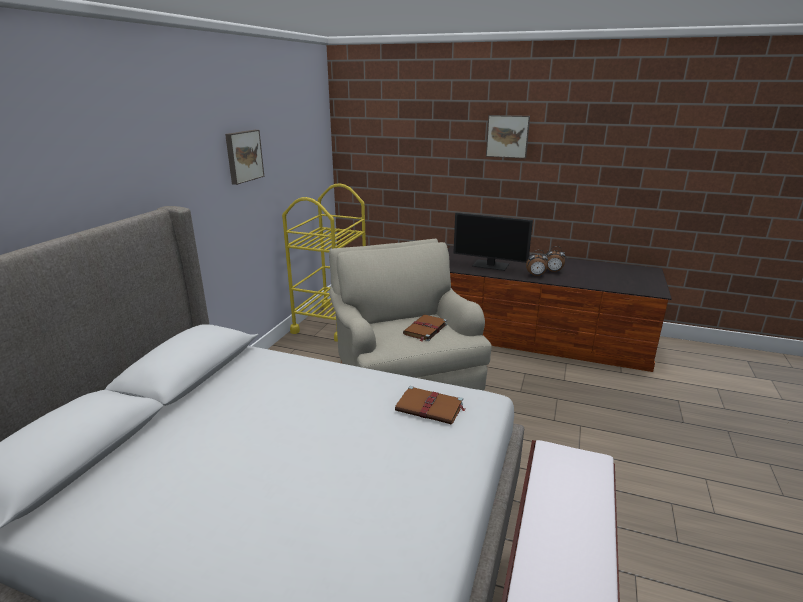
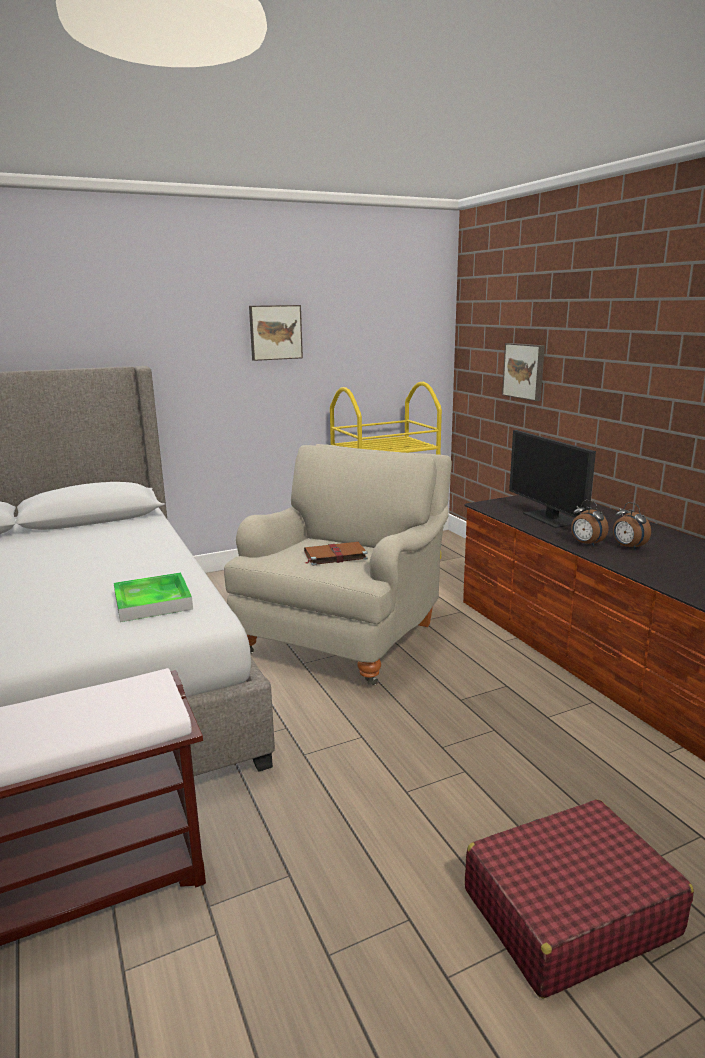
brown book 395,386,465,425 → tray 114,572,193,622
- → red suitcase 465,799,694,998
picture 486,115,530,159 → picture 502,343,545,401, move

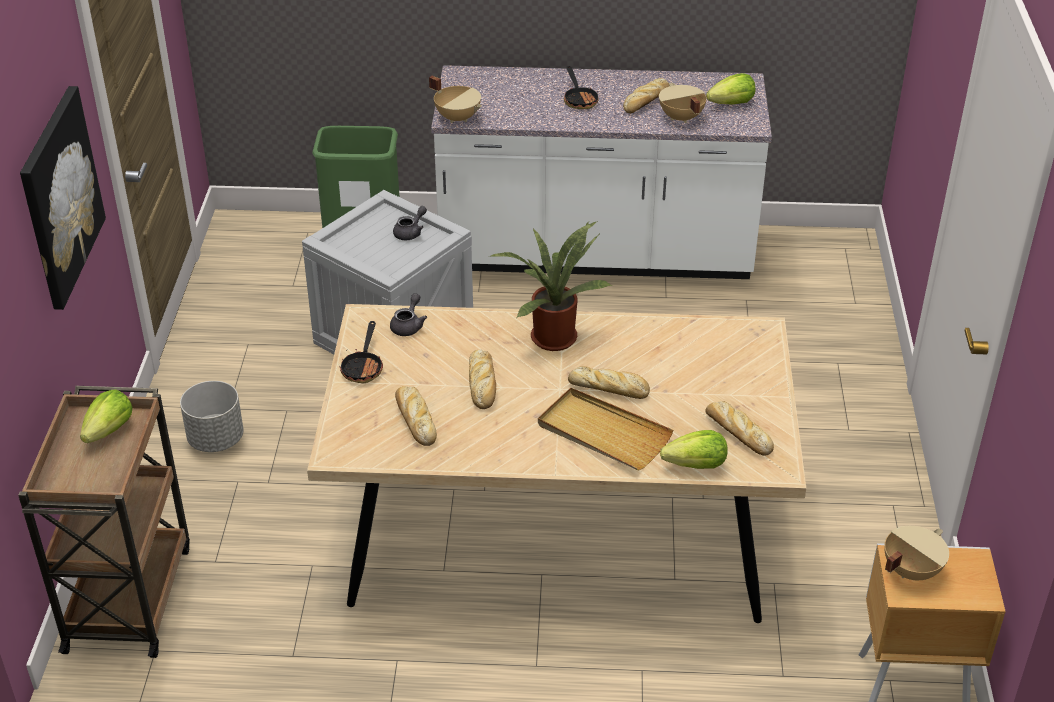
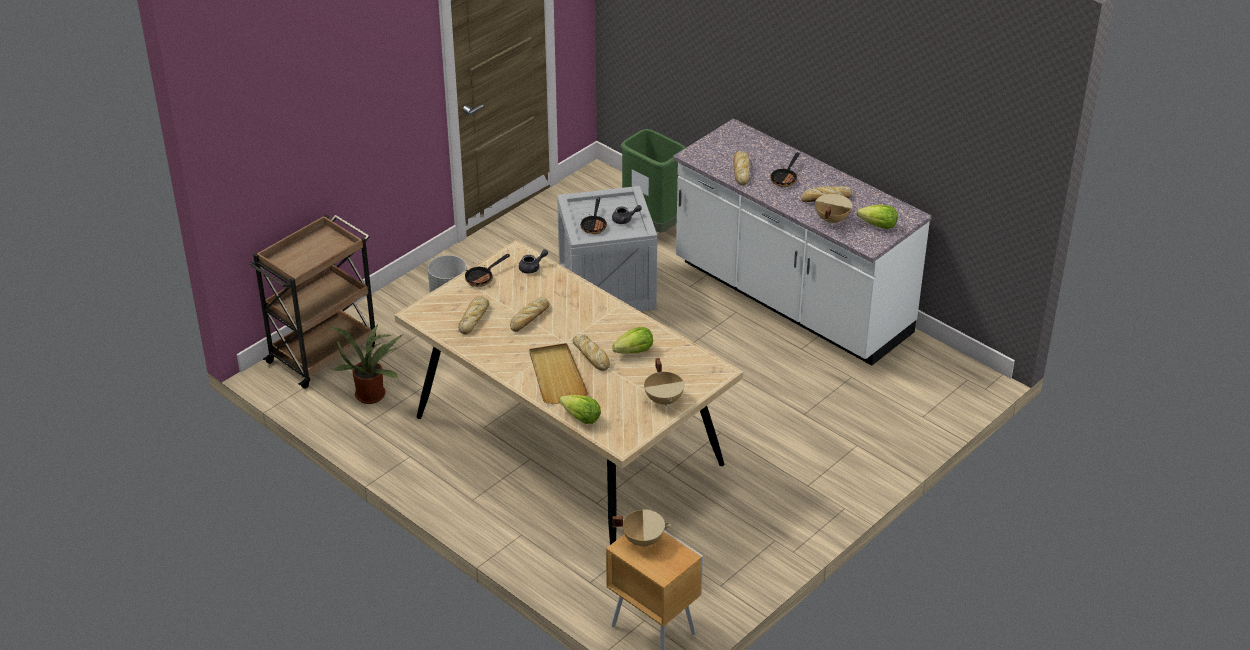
potted plant 490,221,612,351 → potted plant 329,323,404,404, move
- → frying pan 580,197,607,234
lettuce 80,389,133,443 → lettuce 612,327,653,354, move
beige cooking pot 429,76,482,123 → beige cooking pot 644,358,685,406, move
bread 705,401,774,456 → bread 734,151,750,185, move
picture 20,86,106,310 → -

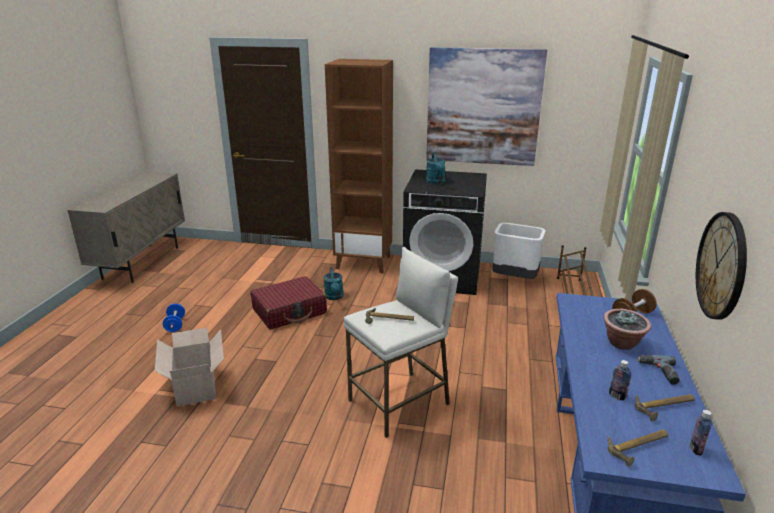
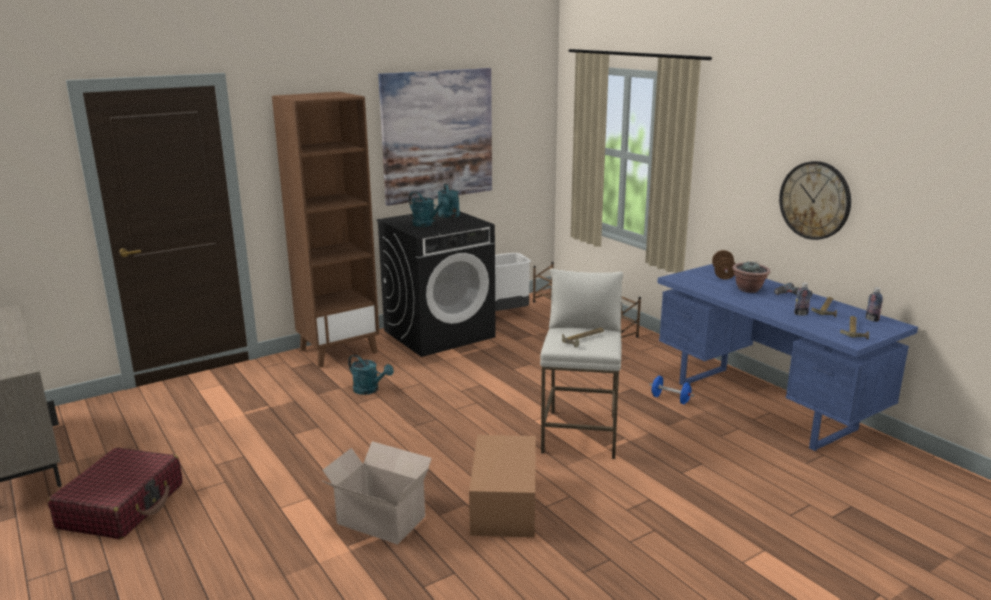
red suitcase 250,276,327,329 → red suitcase 48,448,183,539, move
- → turquoise watering can 438,183,460,218
- → cardboard box 469,435,536,537
blue dumbbell 163,304,185,332 → blue dumbbell 649,376,694,404, move

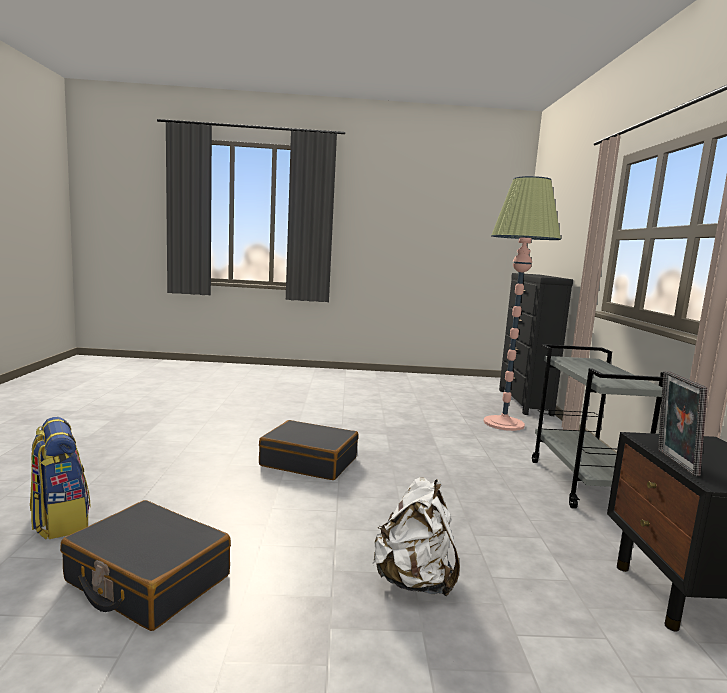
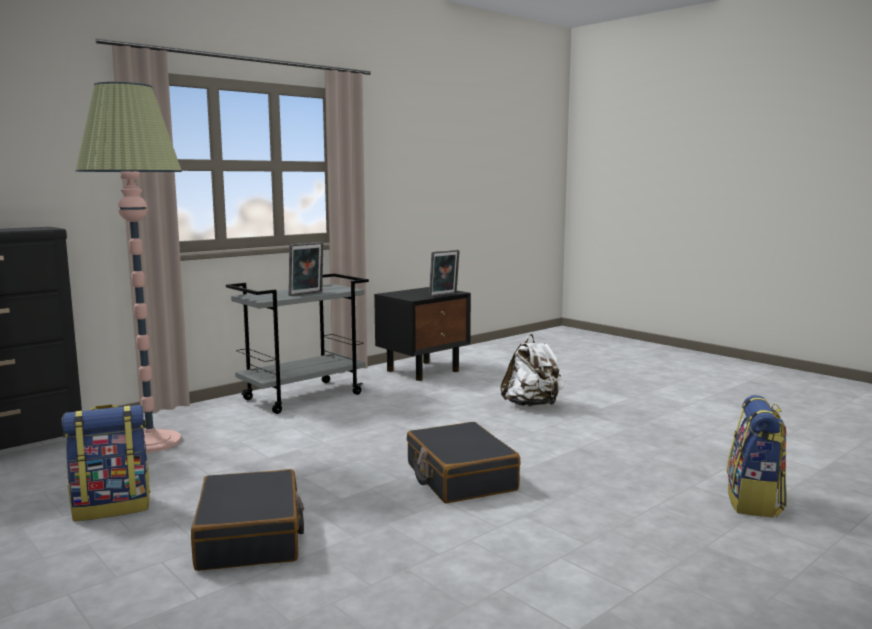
- → backpack 62,404,150,521
black suitcase 60,500,231,631 → black suitcase 191,469,304,571, move
- → picture frame 288,242,324,296

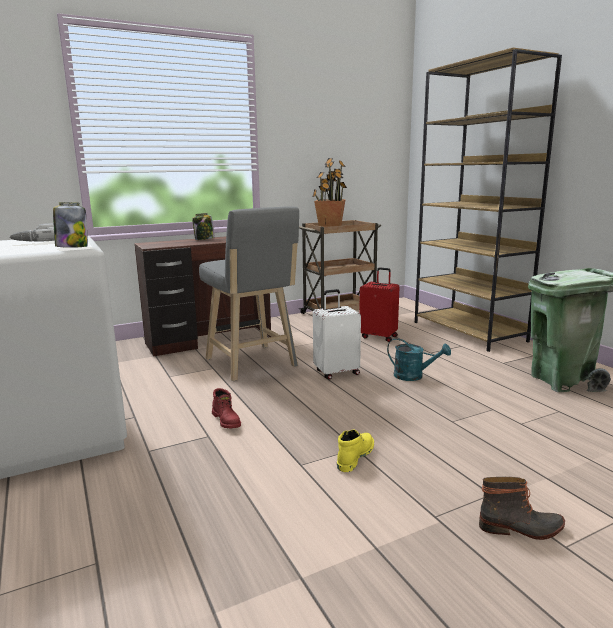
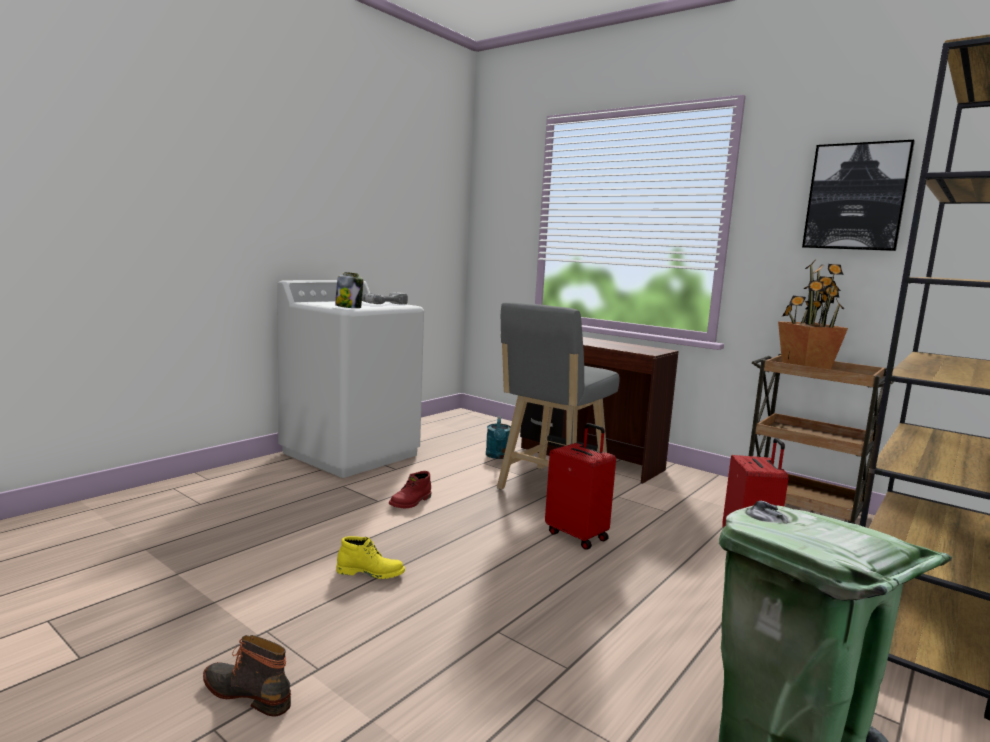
boot 479,477,565,540 → boot 203,635,291,716, 135 degrees clockwise
turquoise watering can 387,338,451,381 → turquoise watering can 486,416,511,459, move
white suitcase 313,289,361,380 → red suitcase 545,423,616,550
- → picture 802,140,915,251
jar 192,213,215,240 → -

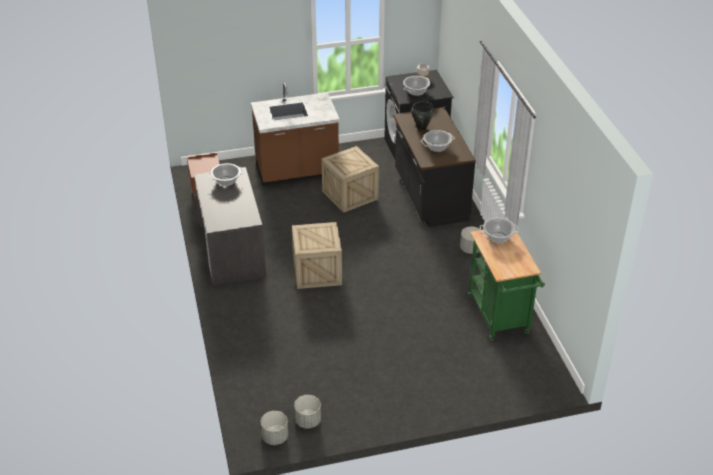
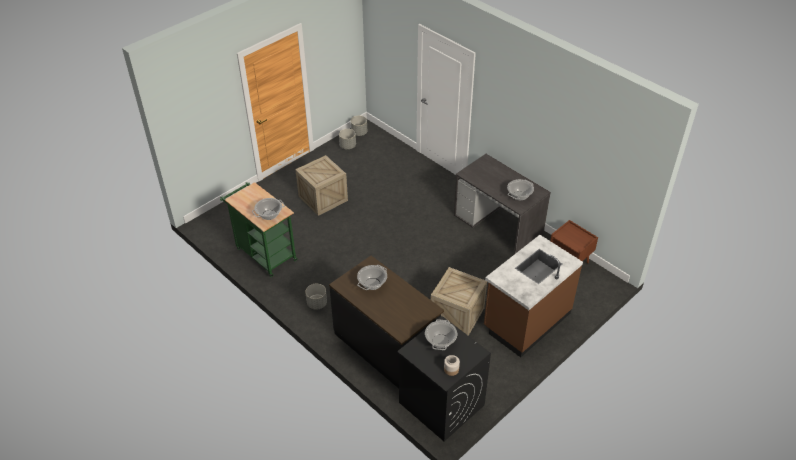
crate 292,222,342,289 → crate 295,155,348,216, move
black cooking pot 411,101,434,130 → -

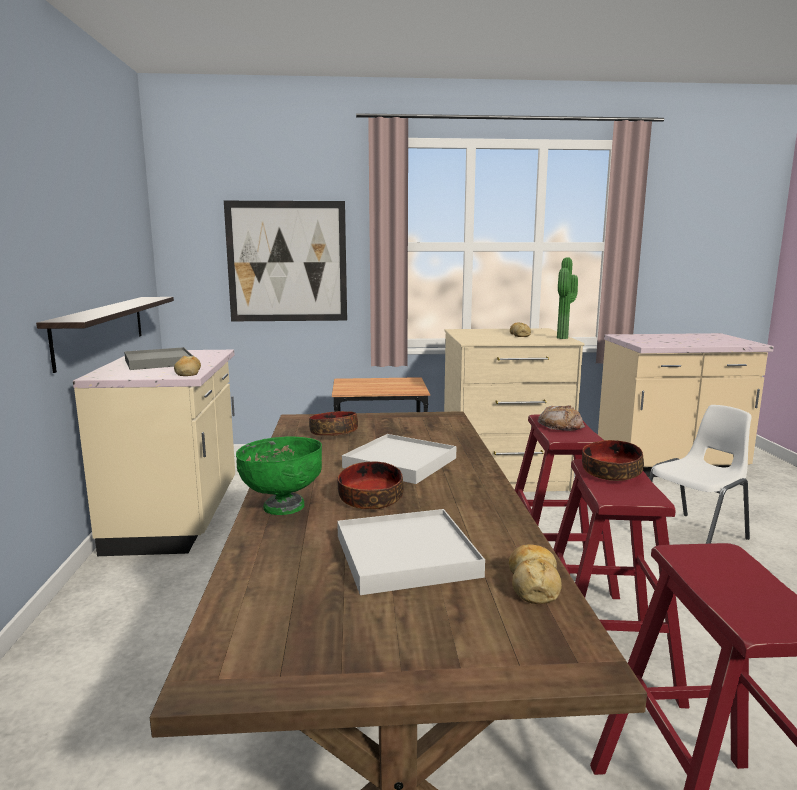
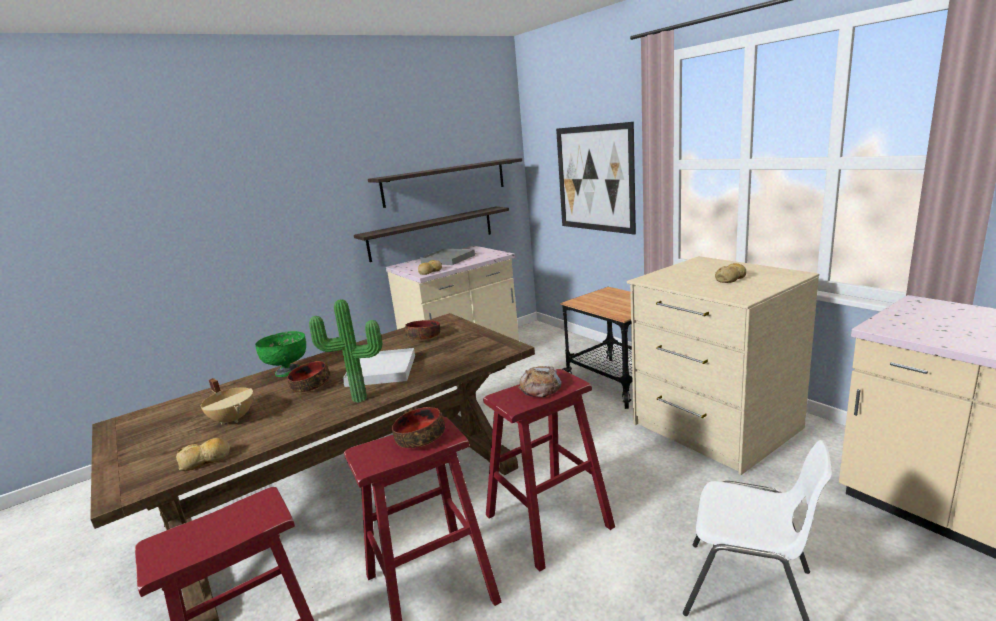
white tray 337,509,485,595 → beige cooking pot 201,378,253,425
potted plant 557,257,578,339 → potted plant 309,299,382,403, move
- → shelf 368,158,522,208

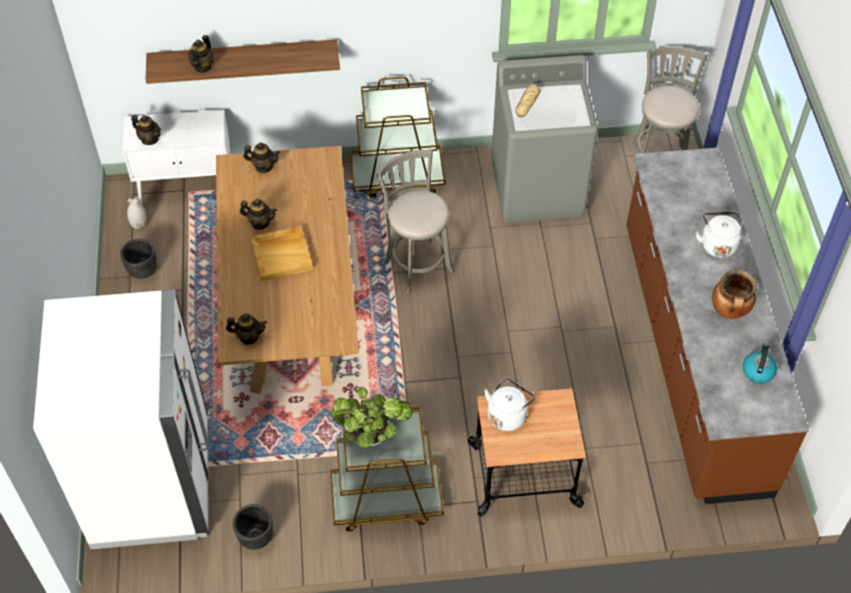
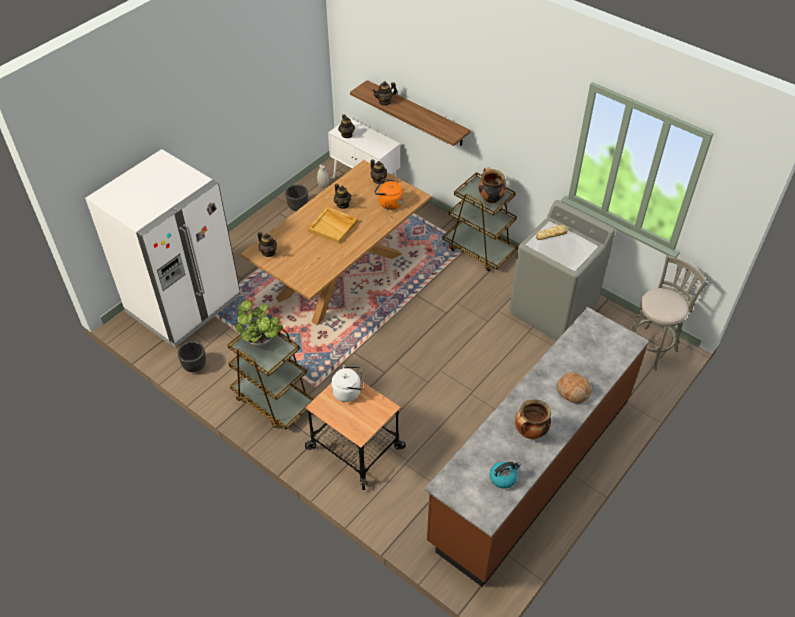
- → orange kettle 374,179,403,210
- → cooking pot 479,167,506,204
white kettle 696,212,742,258 → bread 556,372,592,403
grey stool 377,150,454,295 → -

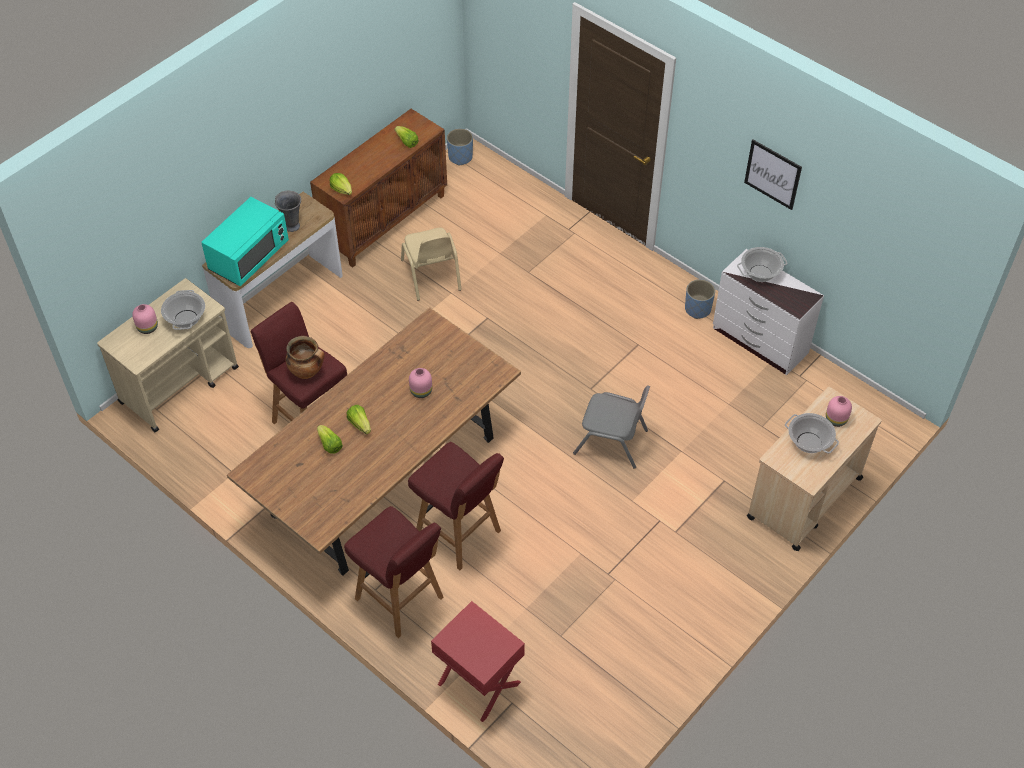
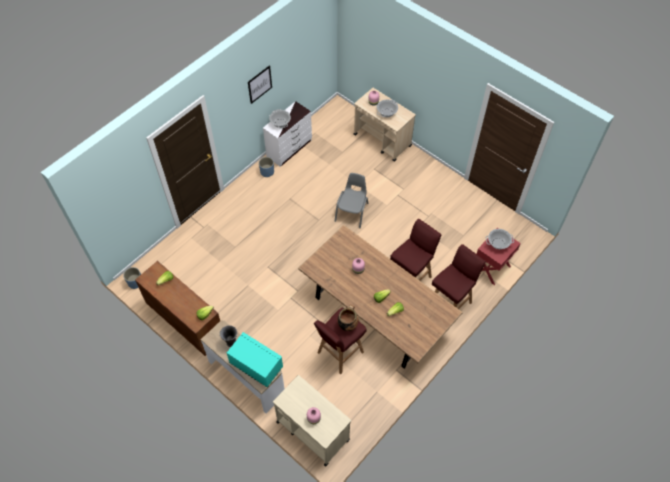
cooking pot 161,290,205,330 → cooking pot 486,229,514,249, move
beige chair 401,227,462,301 → -

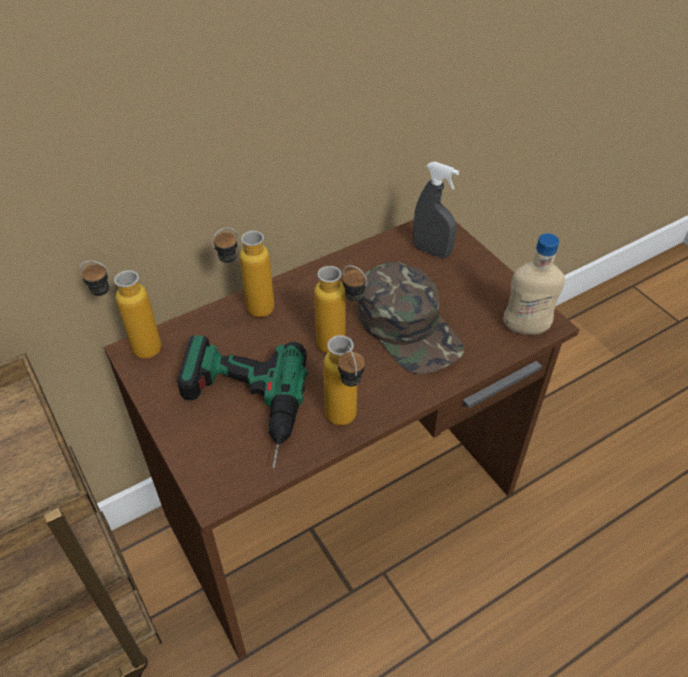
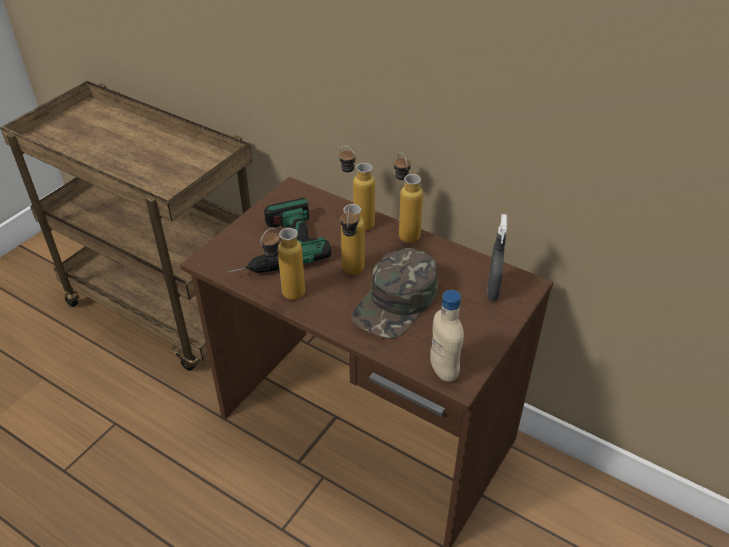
bottle 79,261,162,359 → bottle 394,153,423,243, move

